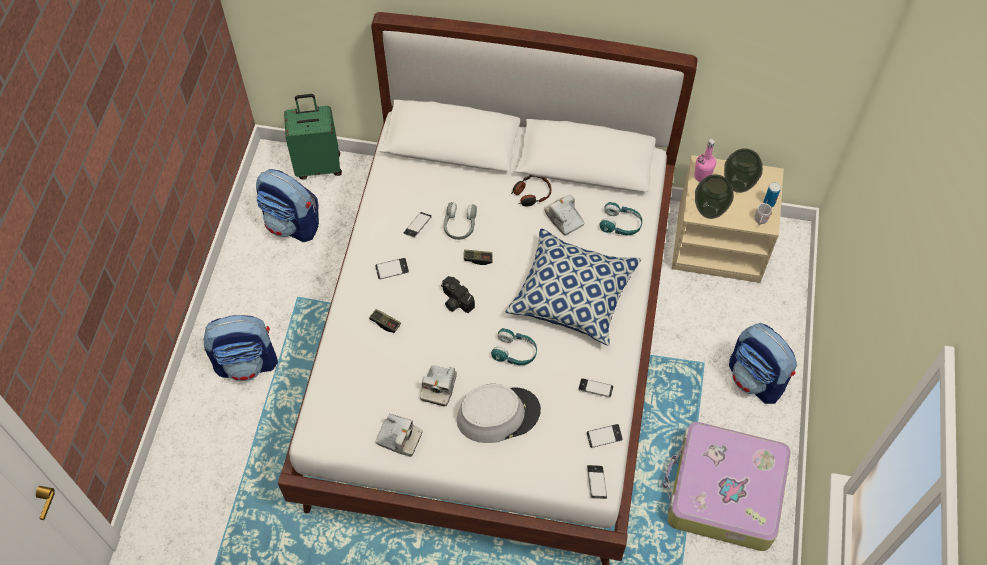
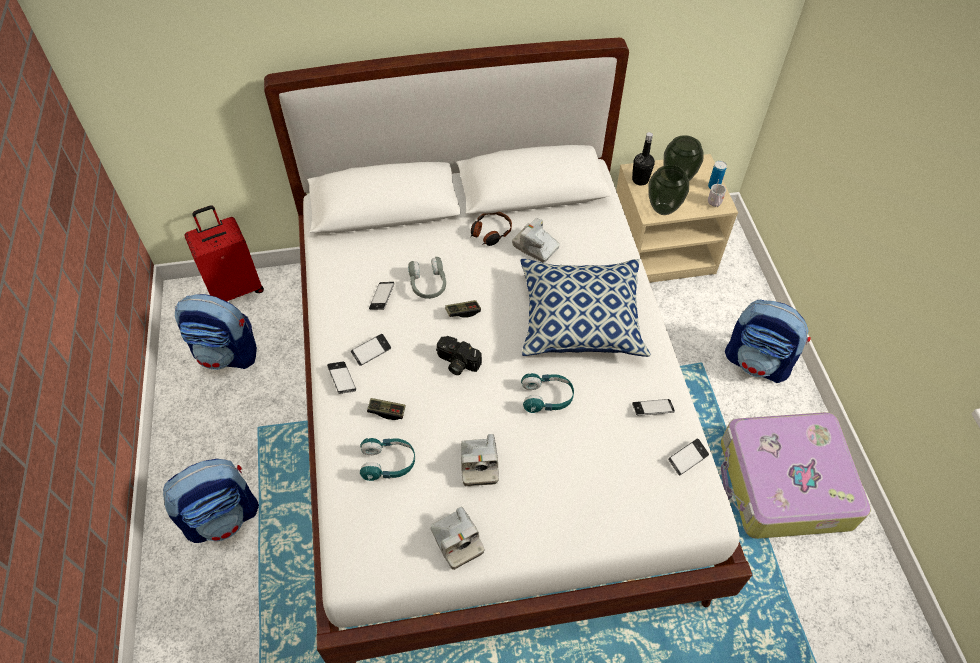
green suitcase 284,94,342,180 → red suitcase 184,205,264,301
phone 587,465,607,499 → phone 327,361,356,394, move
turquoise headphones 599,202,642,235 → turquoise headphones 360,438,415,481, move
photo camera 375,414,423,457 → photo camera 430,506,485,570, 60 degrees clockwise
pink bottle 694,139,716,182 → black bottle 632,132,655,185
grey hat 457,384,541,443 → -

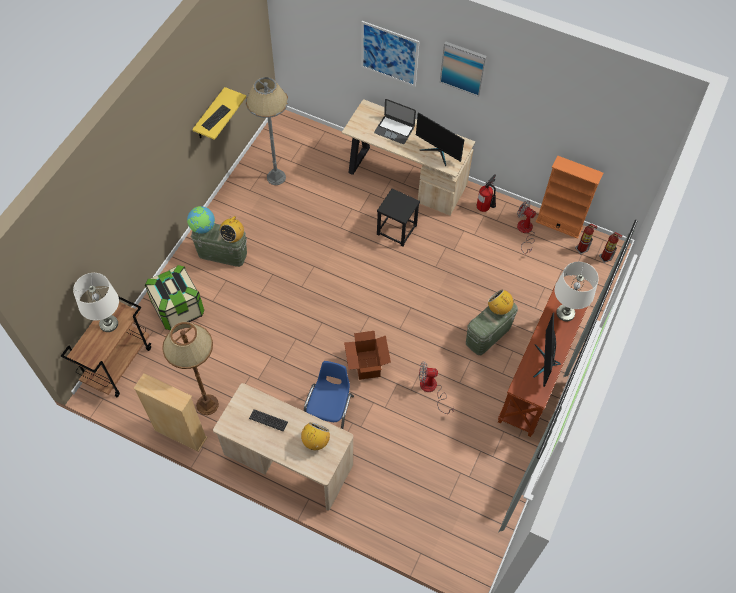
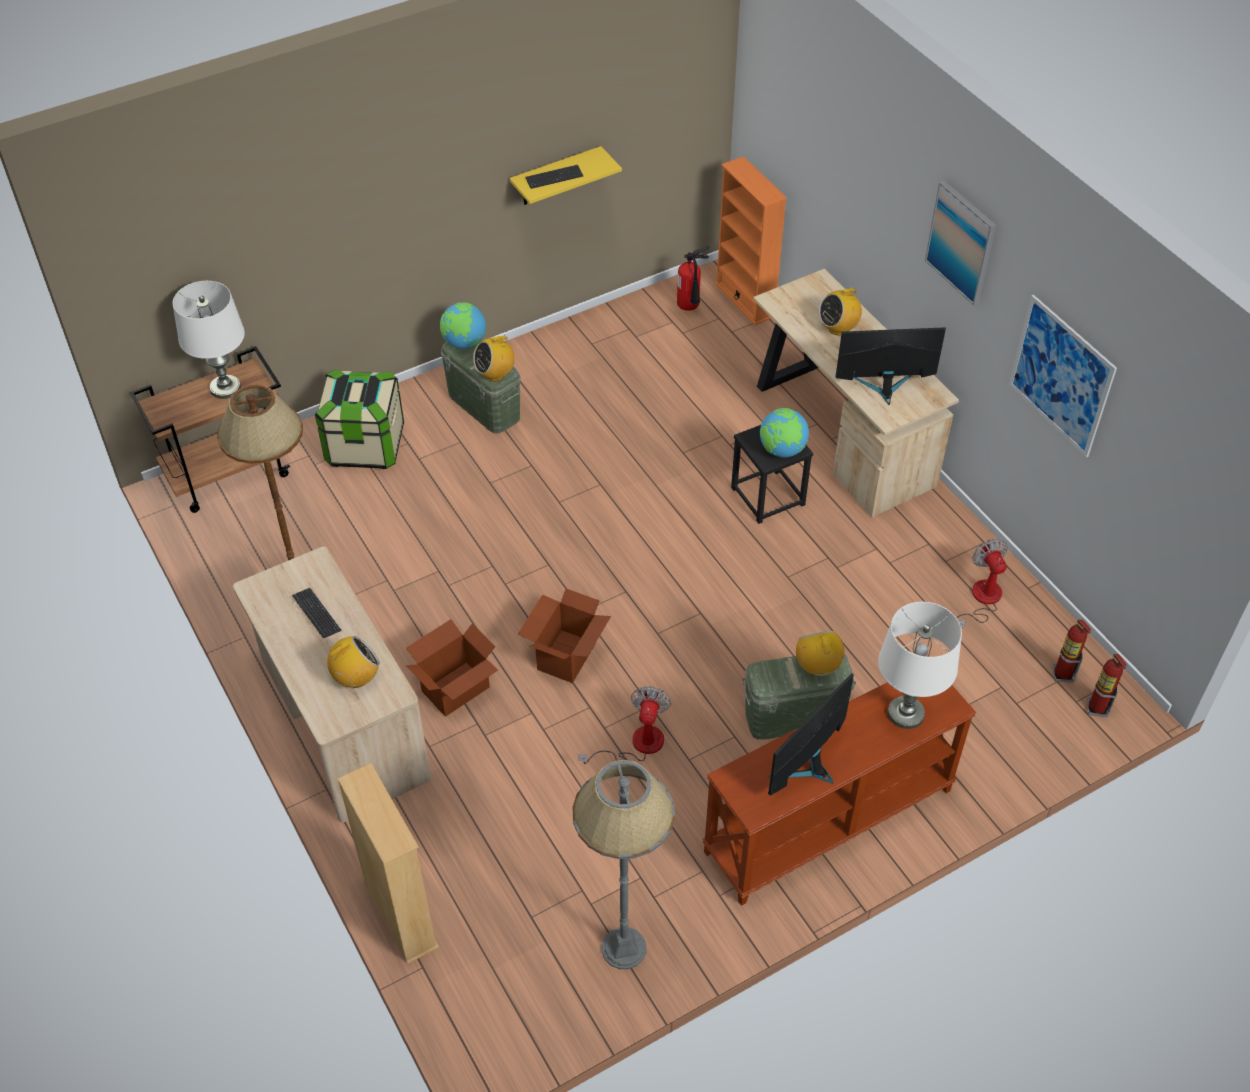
beige bookcase 133,373,207,452 → beige bookcase 338,763,439,964, move
blue chair 304,361,354,429 → cardboard box 406,619,498,716
grey floor lamp 246,77,288,185 → grey floor lamp 573,760,675,969, move
fan 419,361,454,414 → fan 578,686,671,764, 60 degrees clockwise
fire extinguisher 477,174,496,212 → fire extinguisher 677,246,709,311, move
orange bookcase 536,155,603,239 → orange bookcase 715,156,787,325, move
- → globe 760,408,809,457
laptop 374,99,416,144 → radio 819,285,862,335
monitor 416,112,464,166 → monitor 836,327,946,405, 105 degrees clockwise
picture 361,21,420,87 → picture 1009,295,1117,457, move

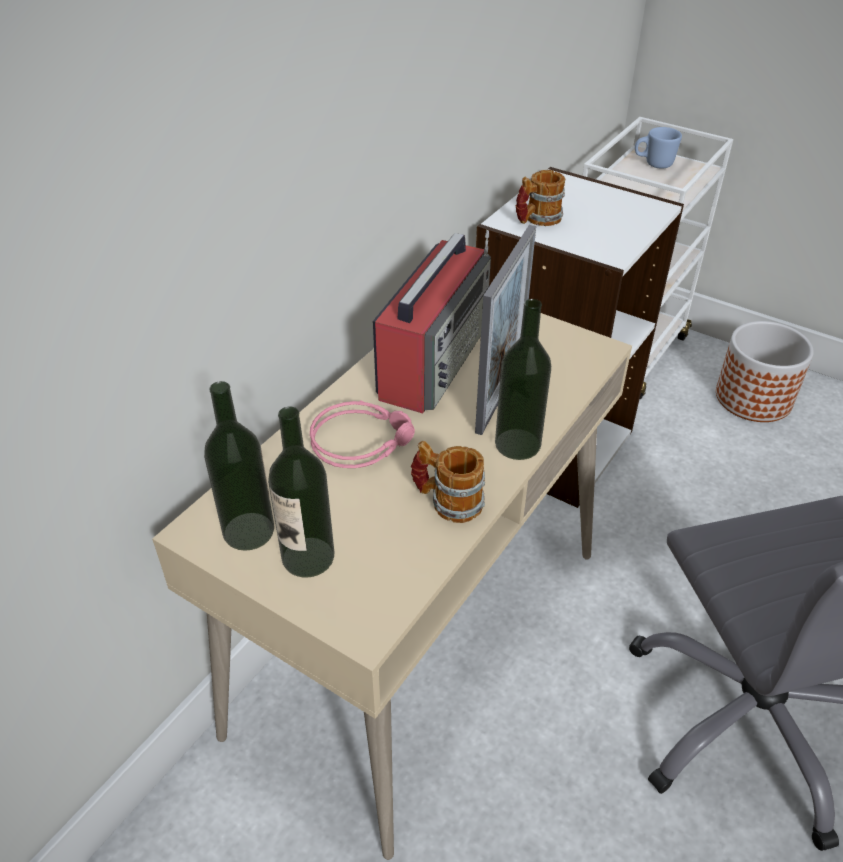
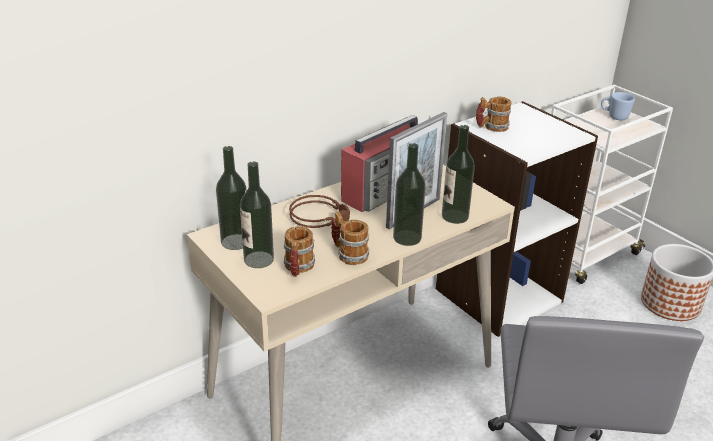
- → mug 284,227,315,277
pink headphones 310,400,415,468 → brown headphones 289,195,350,228
- → bottle 442,125,475,224

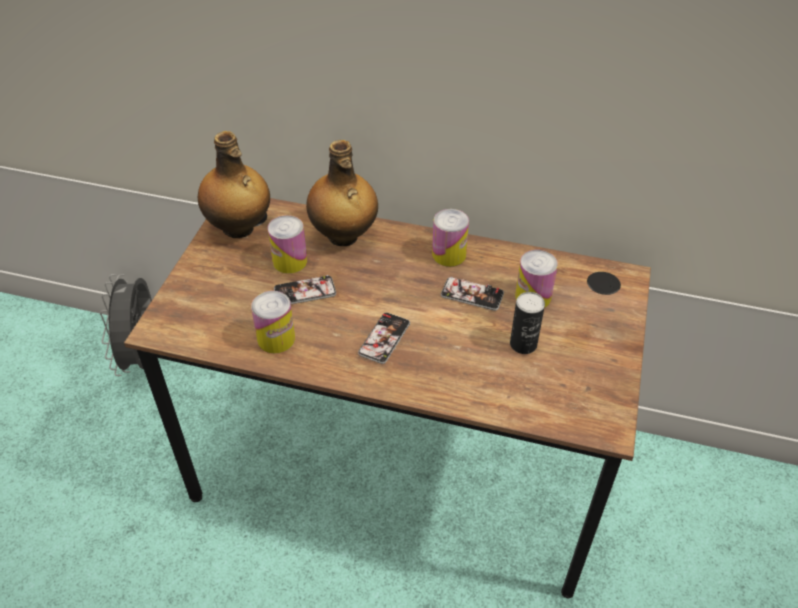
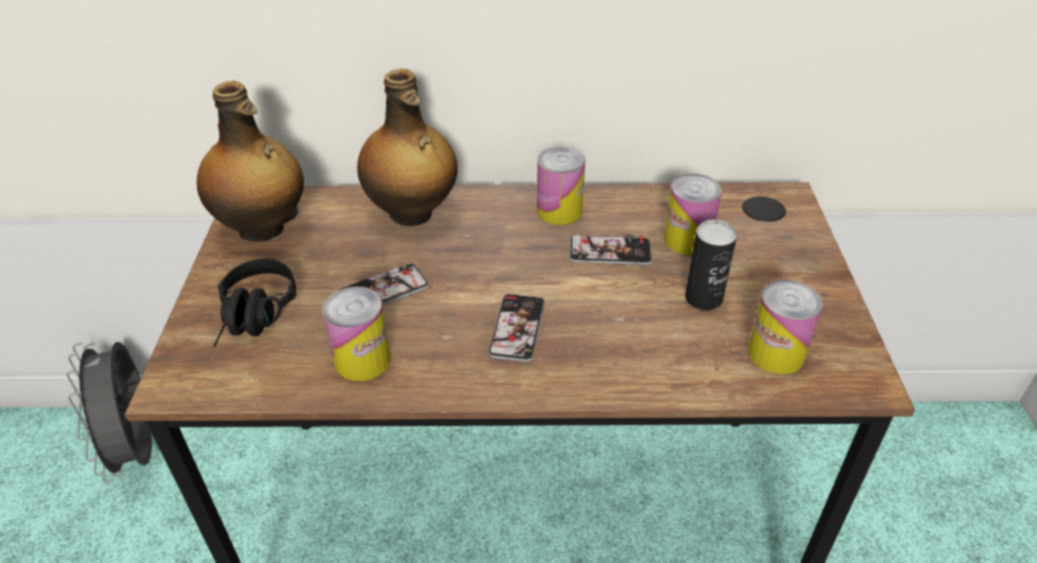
- → black headphones 213,259,296,347
can 268,215,307,274 → can 748,280,823,374, move

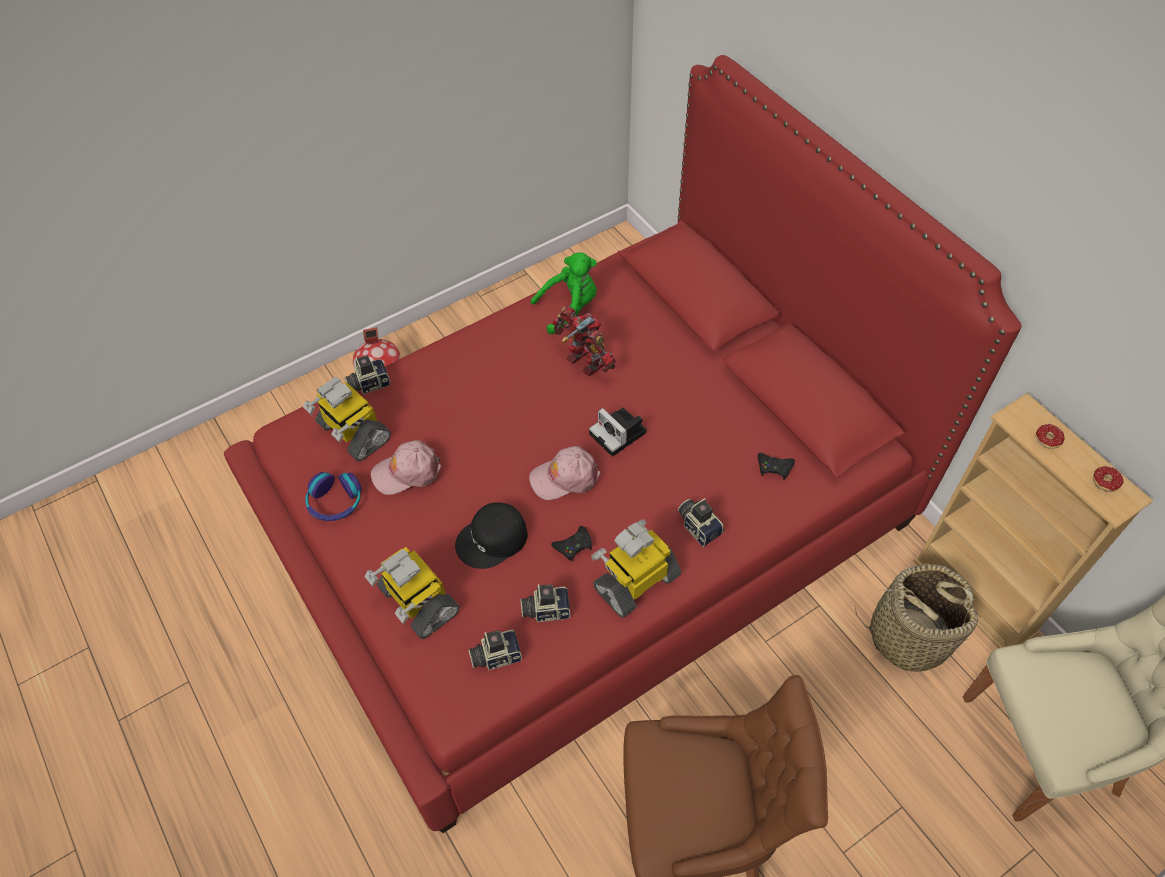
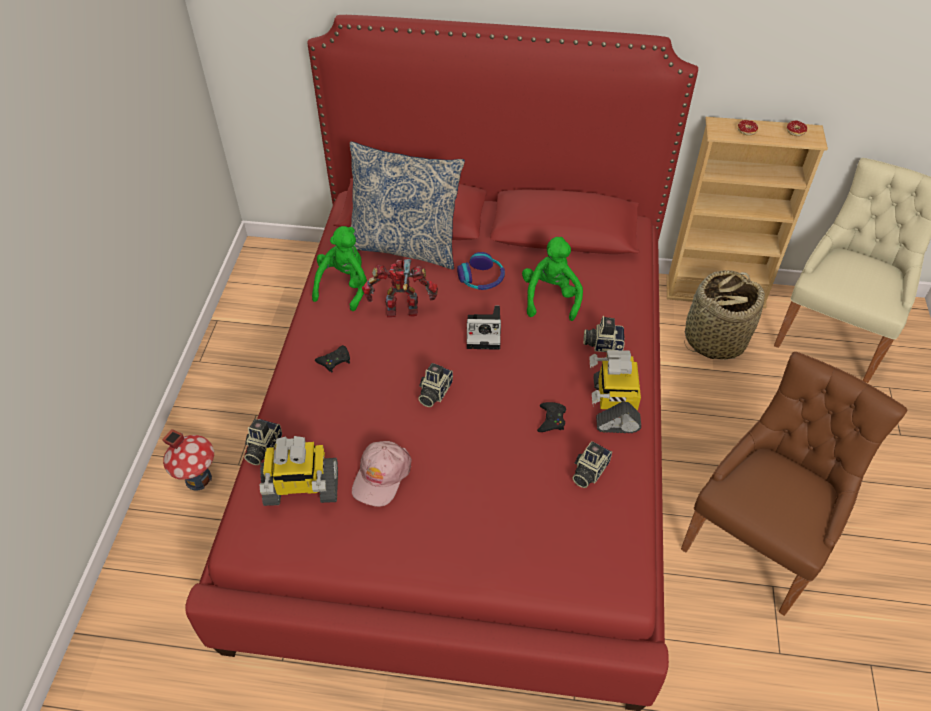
black game controller 758,453,795,480 → black game controller 315,345,350,373, move
- → pillow 350,142,465,270
photo camera 468,630,522,670 → photo camera 418,363,453,407, move
headphones 305,472,362,521 → headphones 457,252,505,290, move
- → green plush toy 522,237,583,321
toy robot 364,547,460,639 → -
black cap 455,502,528,569 → -
pink cap 529,446,600,500 → -

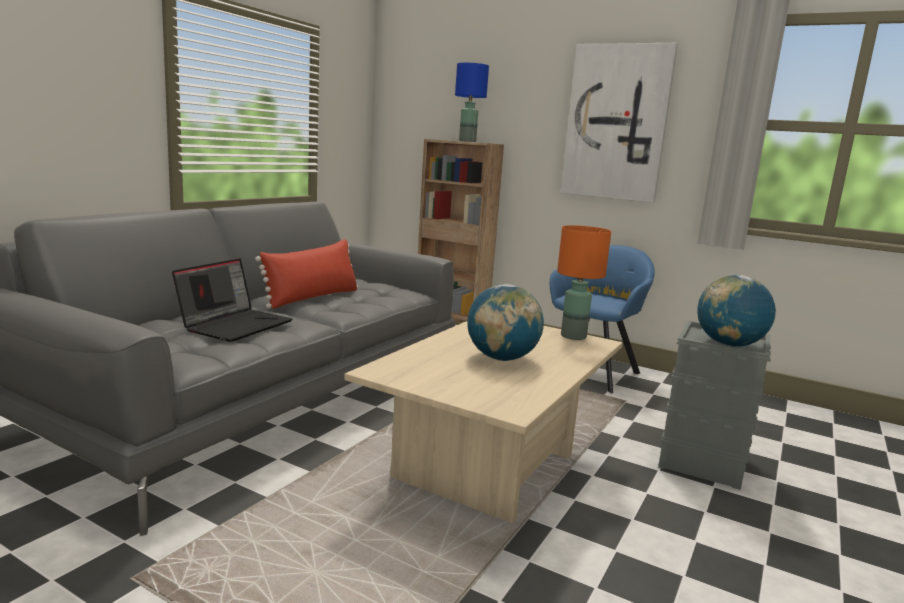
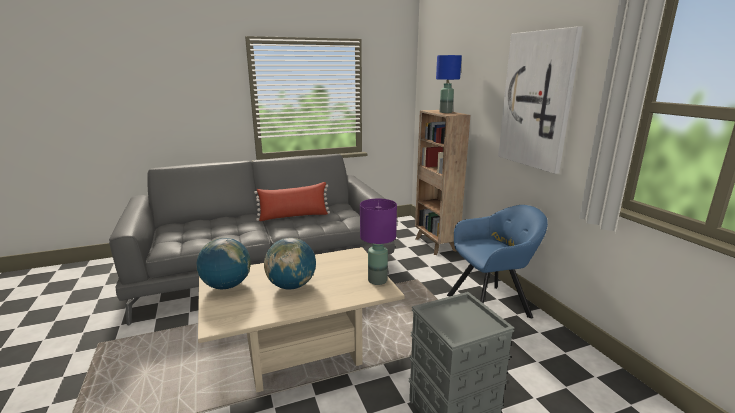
globe 697,275,776,347 → globe 196,238,251,289, move
orange table lamp 557,225,611,340 → purple table lamp 360,198,397,285
laptop 172,258,292,342 → -

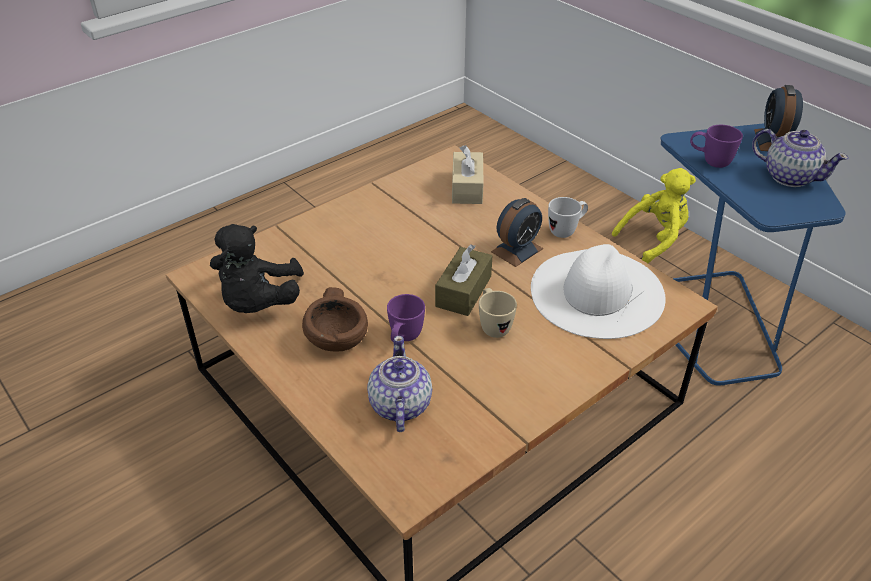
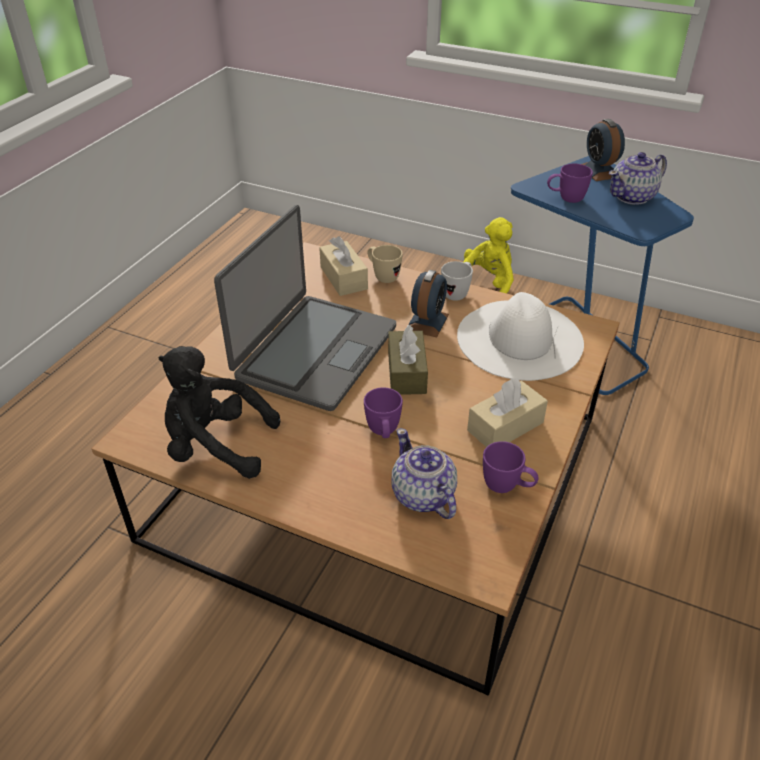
black plush toy 210,224,304,313 → black plush toy 159,346,280,479, 120 degrees clockwise
- → laptop 214,205,396,411
beige mug 479,288,517,338 → beige mug 367,245,403,283, move
- → beige tissue box 467,378,548,447
- → purple mug 483,441,539,493
teapot 752,129,849,187 → teapot 609,152,667,205, 135 degrees clockwise
brown bowl 302,287,368,352 → -

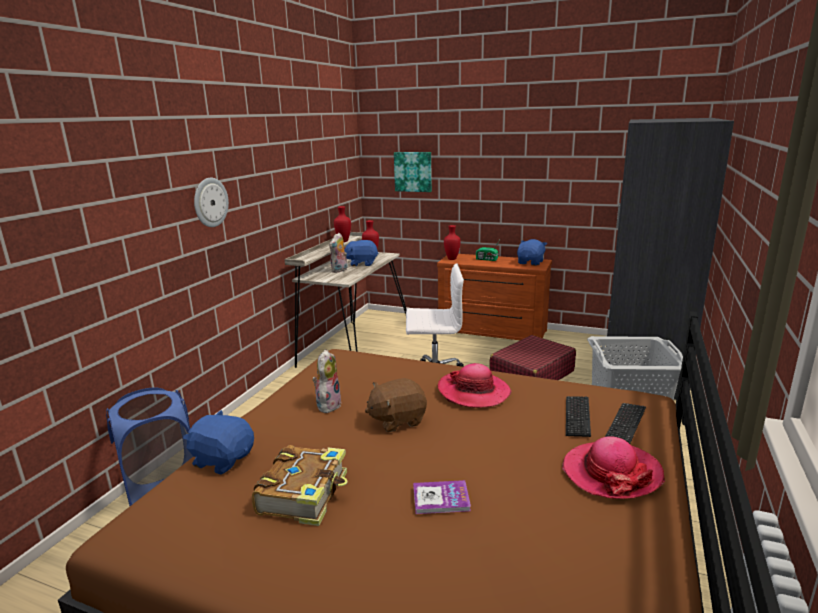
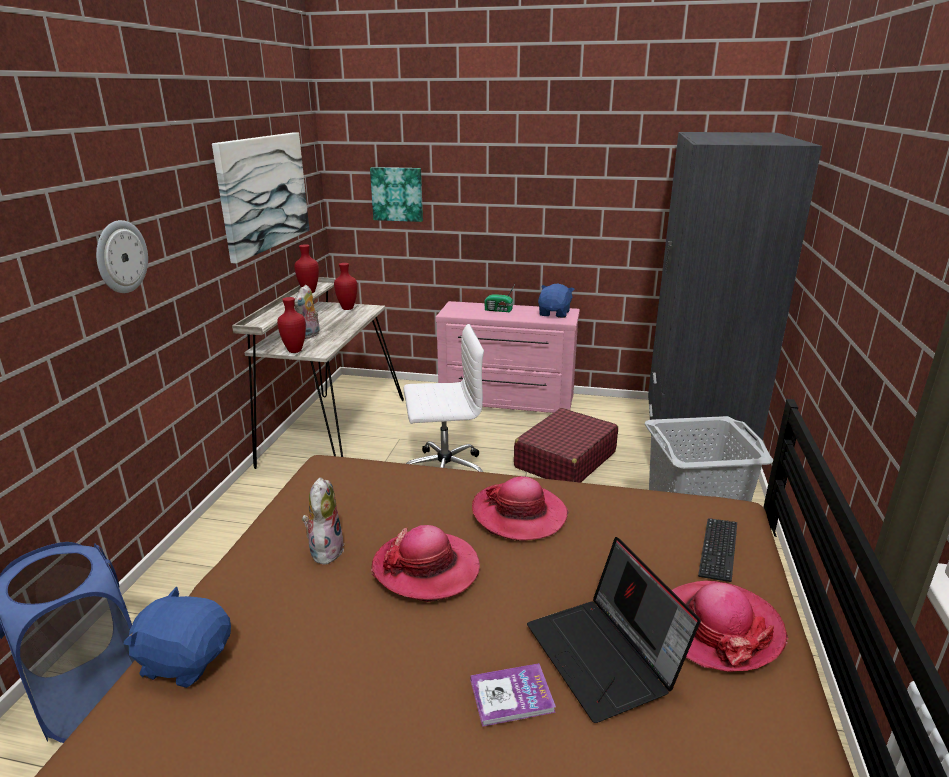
- → picture 212,132,310,264
red vase 444,225,461,260 → red vase 277,297,306,353, move
brown plush toy 365,378,427,432 → hat 371,525,480,602
brown dresser 437,254,552,340 → pink dresser 435,301,580,413
- → laptop 527,537,701,723
book 252,445,348,526 → -
blue plush toy 344,240,379,266 → -
keyboard 566,396,591,437 → -

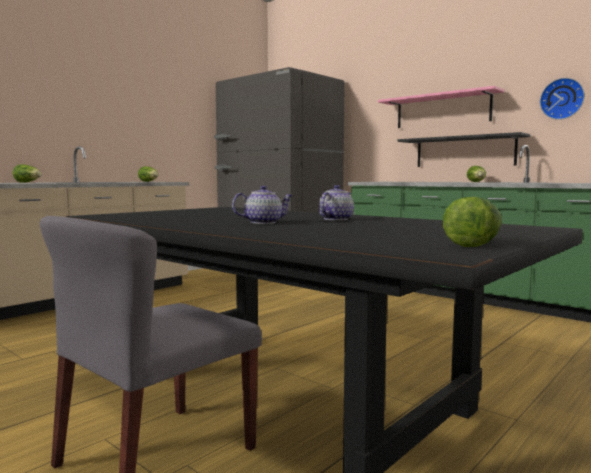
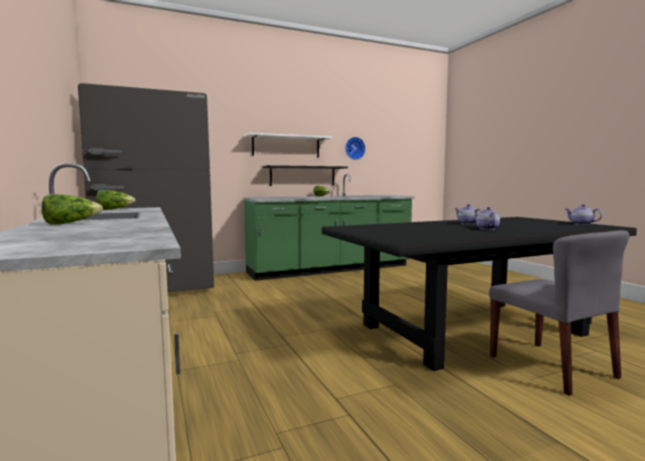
pink shelf 378,86,505,128 → white shelf 244,133,333,157
lettuce 443,197,502,247 → teapot 565,204,602,225

